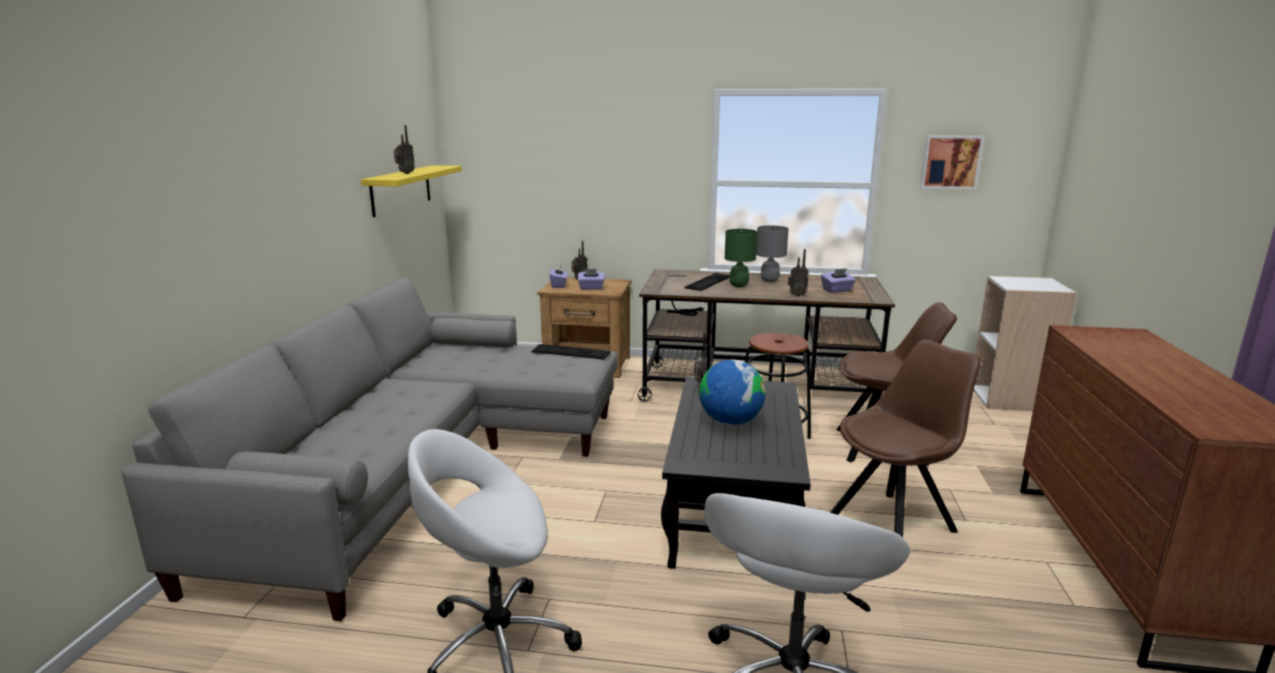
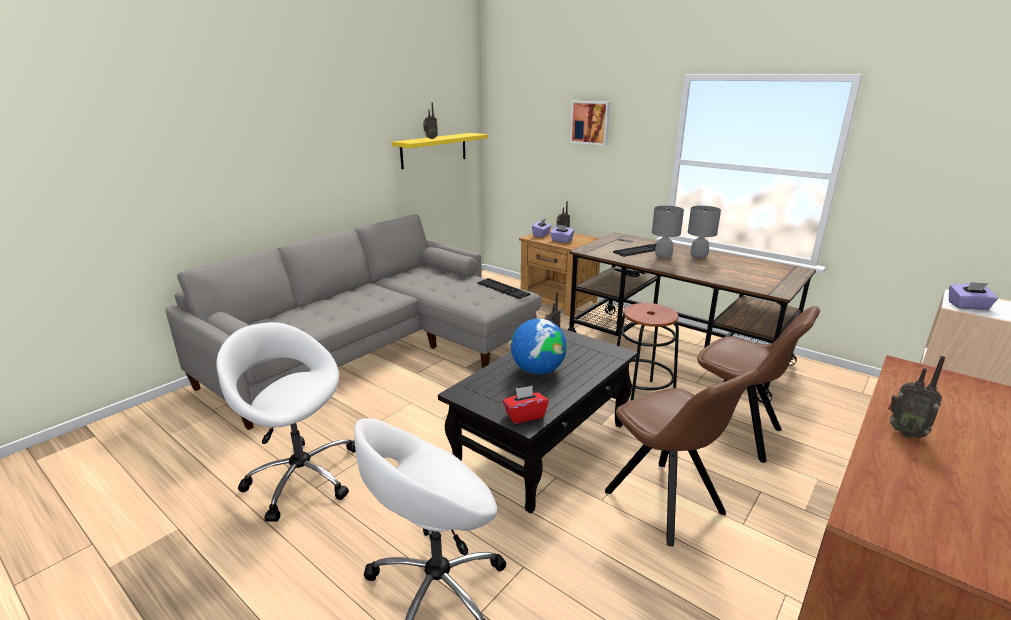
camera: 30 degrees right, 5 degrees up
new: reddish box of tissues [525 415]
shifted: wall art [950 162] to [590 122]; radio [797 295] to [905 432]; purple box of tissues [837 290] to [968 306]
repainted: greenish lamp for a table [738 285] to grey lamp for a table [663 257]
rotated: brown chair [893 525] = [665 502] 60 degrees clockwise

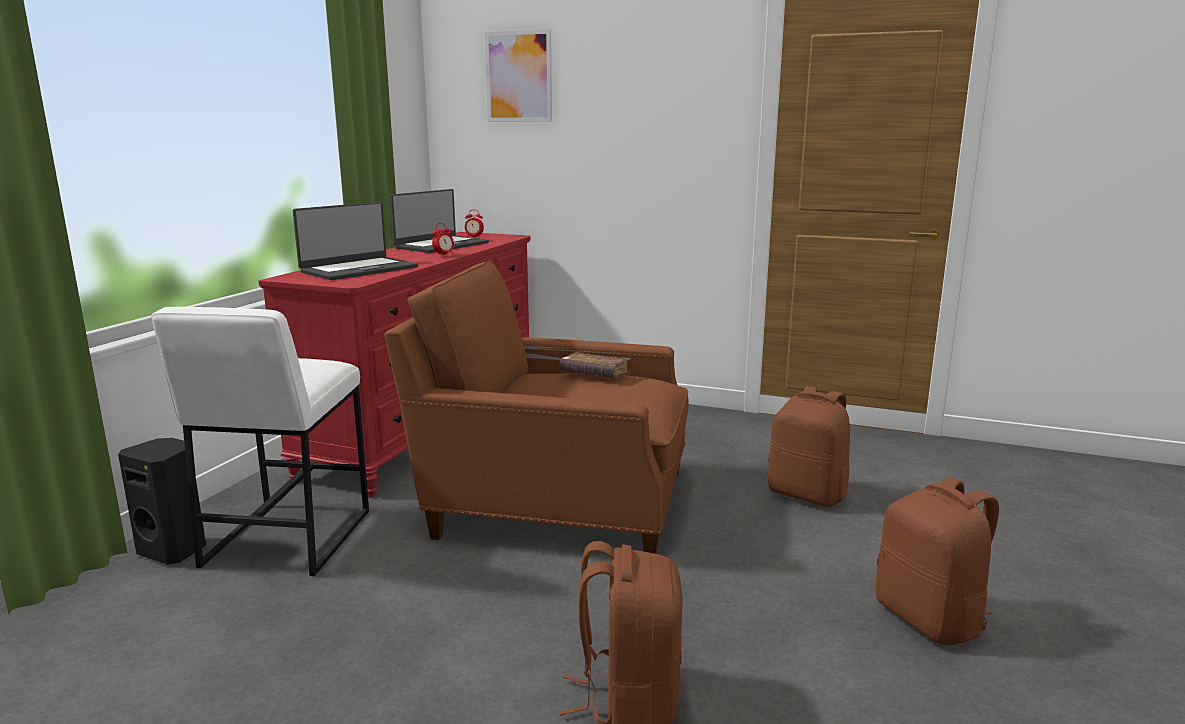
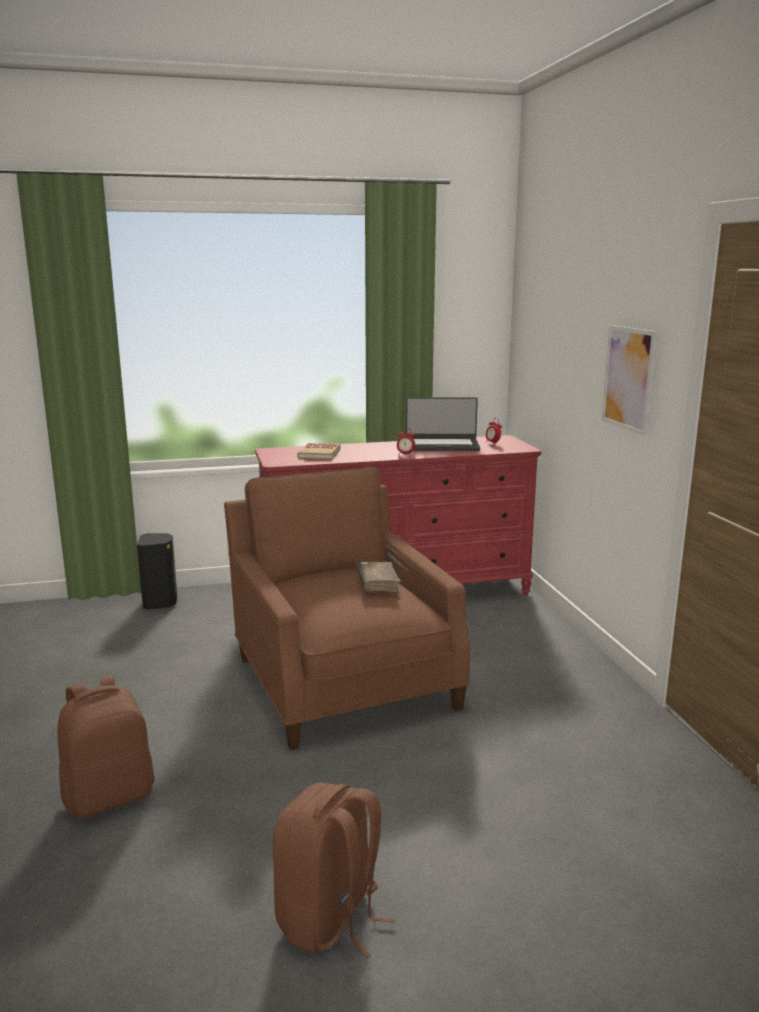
camera: 55 degrees right, 0 degrees up
gone: whitish chair [286 539]; brown backpack [807 494]
shifted: wall art [518 77] to [628 378]
swapped: notebook computer [358 269] to volume [319 453]

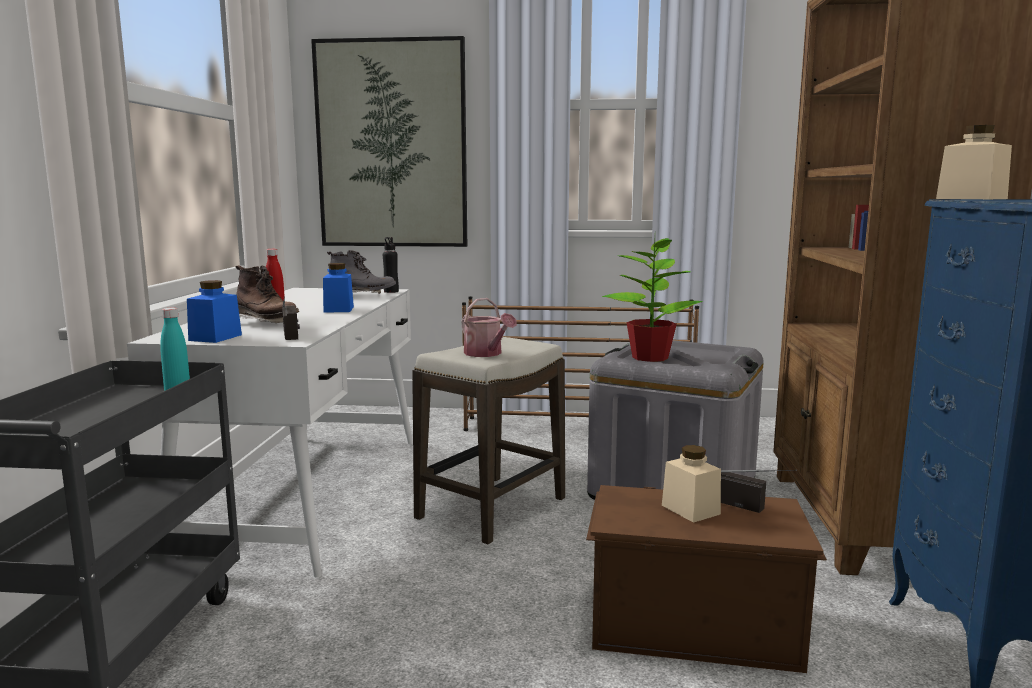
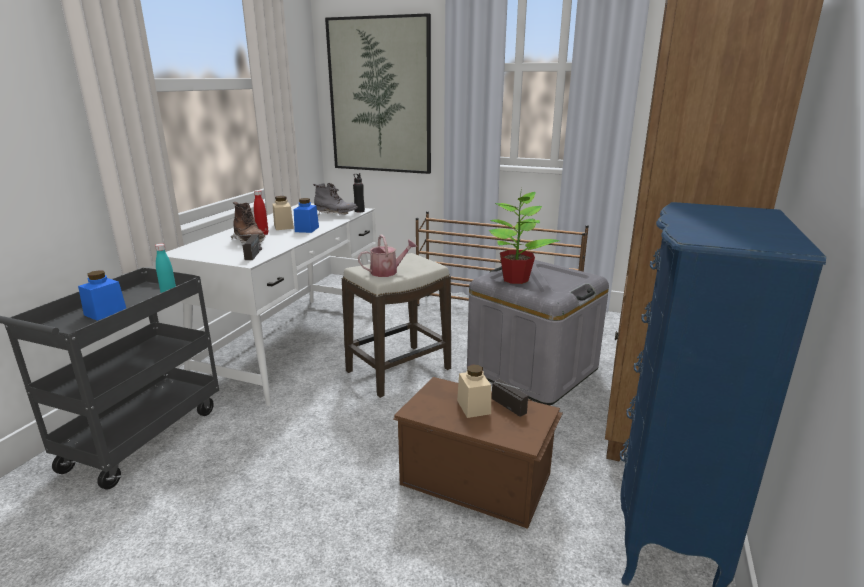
camera: 15 degrees right, 10 degrees up
shifted: beige preserve jar [971 198] to [283 226]; bluish preserve jar [215 338] to [105 312]
rotated: watering pot [486 354] = [388 272] 90 degrees counterclockwise

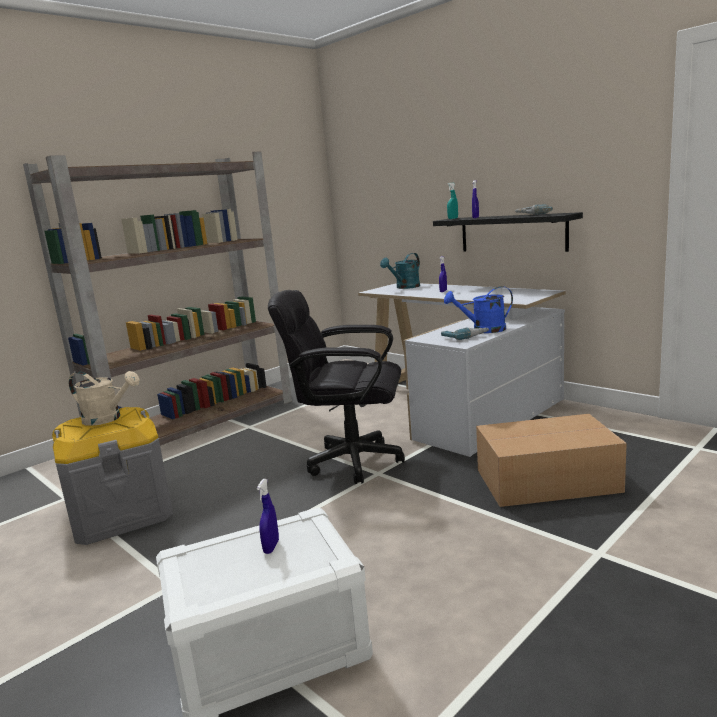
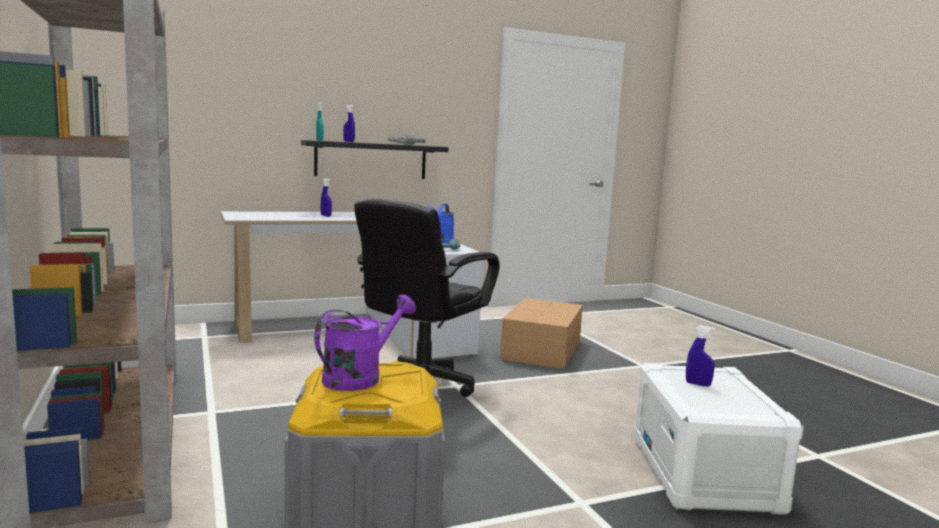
camera: 70 degrees left, 5 degrees down
gone: turquoise-coloured watering pot [405 287]
repainted: beige watering pot [108 419] to purple watering pot [360 377]

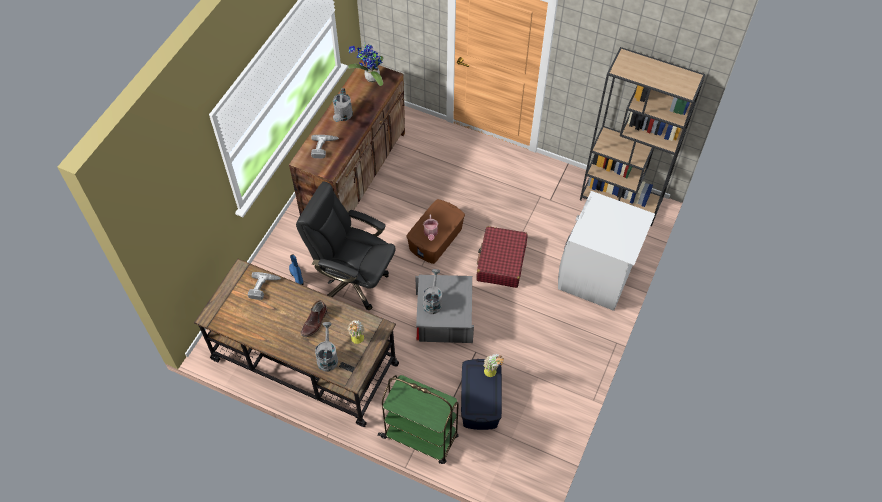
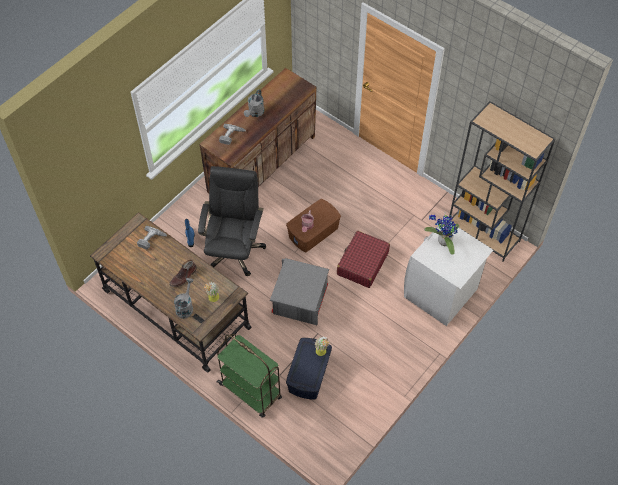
camera: 15 degrees right, 0 degrees up
gone: grey watering pot [432 301]
shifted: houseplant [370 78] to [442 241]
rotated: blackish office chair [353 282] = [234 253] 60 degrees clockwise

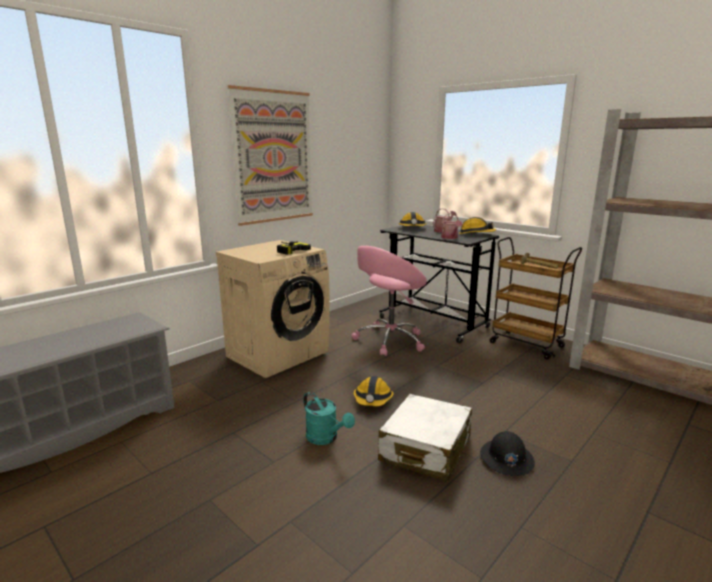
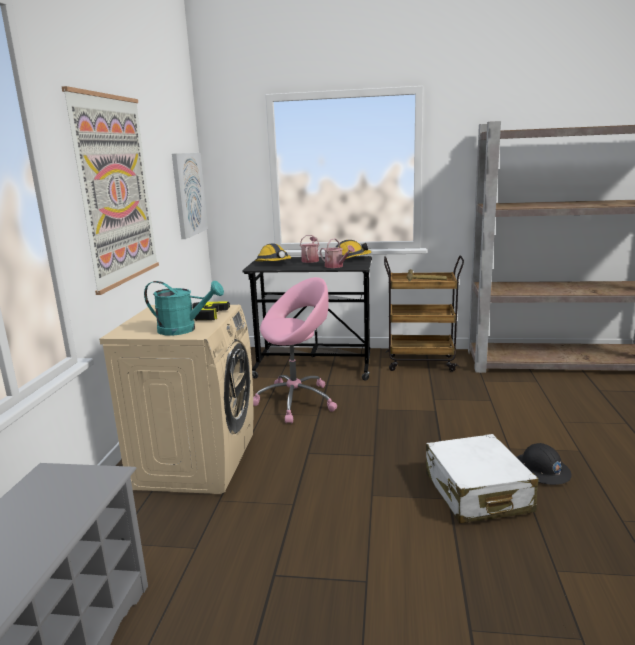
camera: 35 degrees left, 0 degrees up
gone: safety helmet [373 400]
new: wall art [188 194]
shifted: turquoise-coloured watering pot [326 438] to [184 329]
rotated: pinkish office chair [388 341] = [297 400] 120 degrees counterclockwise

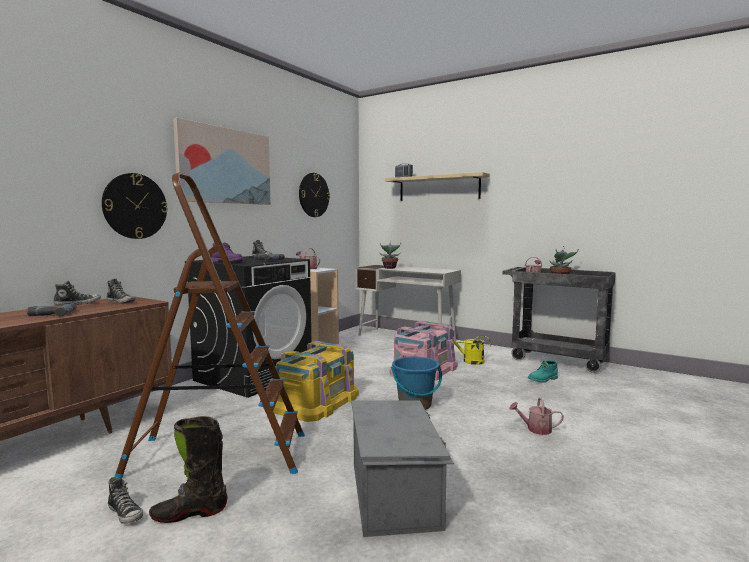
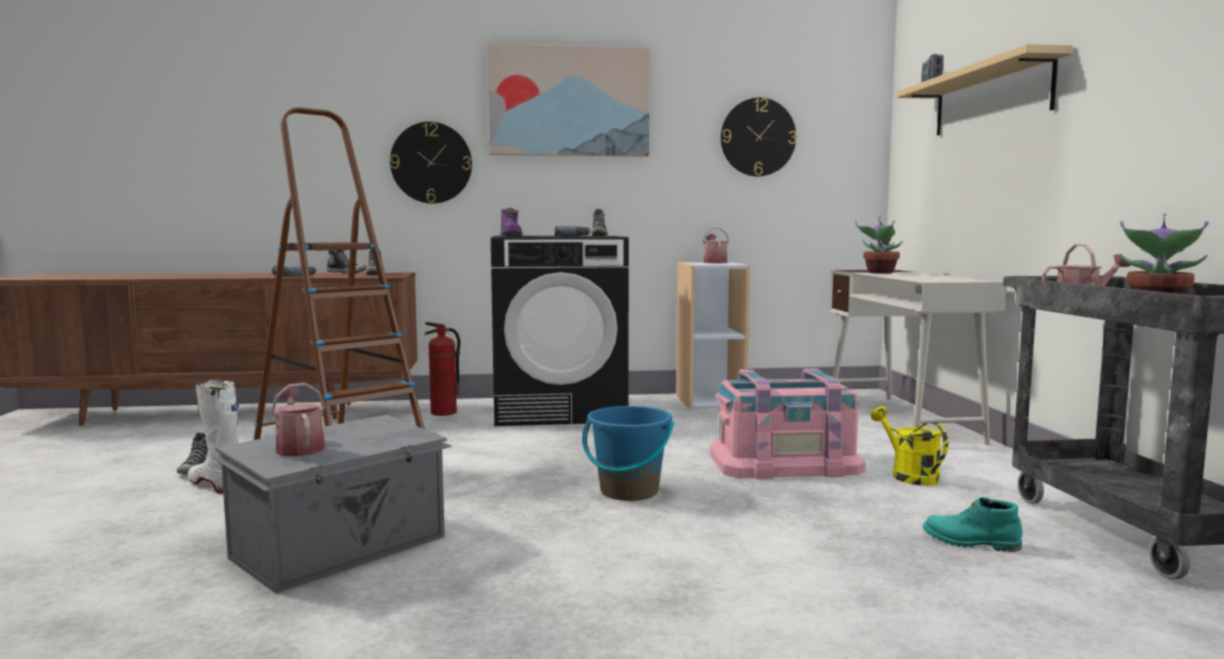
camera: 50 degrees right, 0 degrees up
gone: yellow storage container [316 401]
new: fire extinguisher [443 413]
shifted: watering pot [535 429] to [299 448]
repainted: blackish high-top boot [189 513] to whitish high-top boot [216 486]

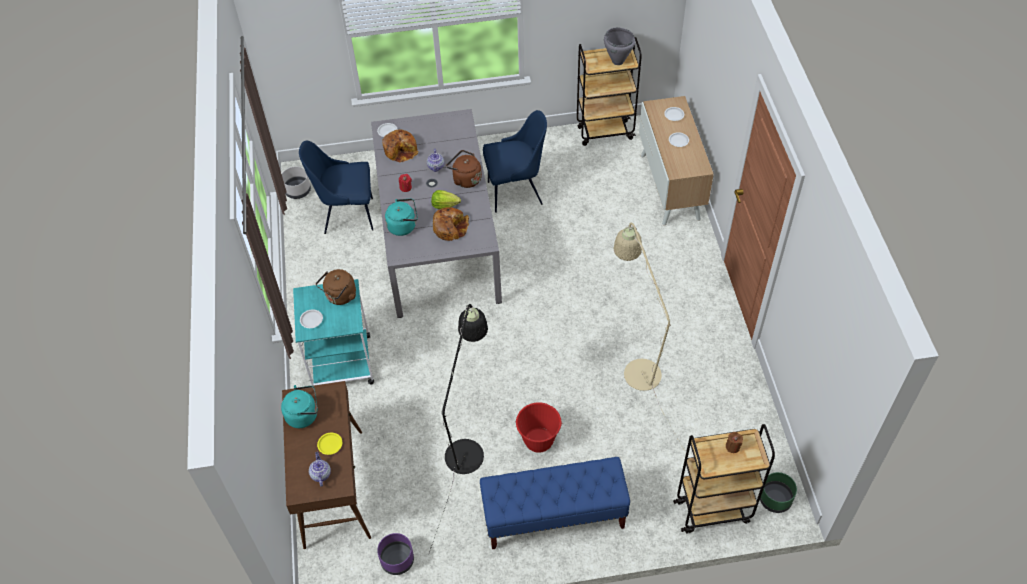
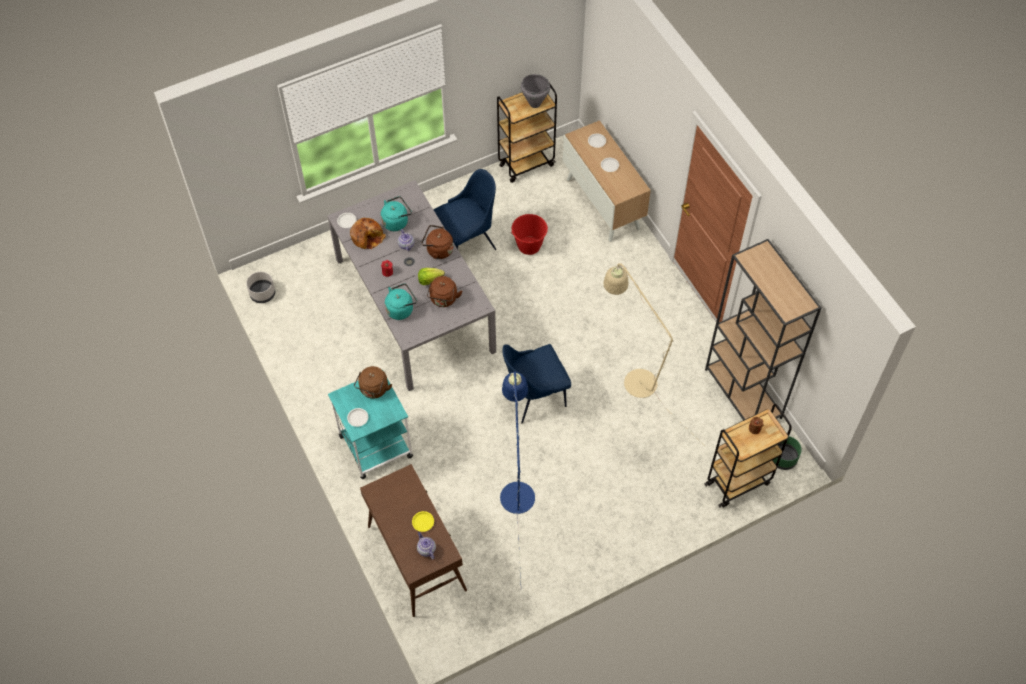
camera: 20 degrees left, 5 degrees up
gone: bluish long seat [553 516]; purple plant pot [397 560]
new: bookshelf [743 394]
shifted: bluish chair [348 216] to [535 398]; turquoise-coloured tea kettle [304 415] to [396 221]; reddish water bucket [538 440] to [529 246]
swapped: baked bread [450 227] to brown tea kettle [443 300]
repainted: blackish standing lamp [467 447] to bluish standing lamp [516 488]

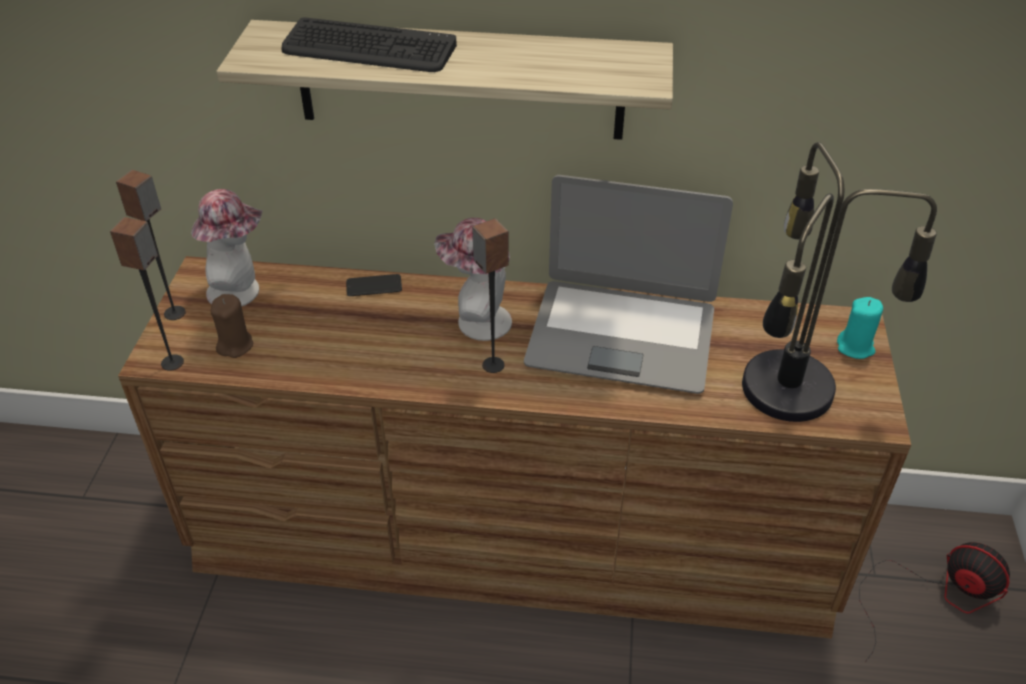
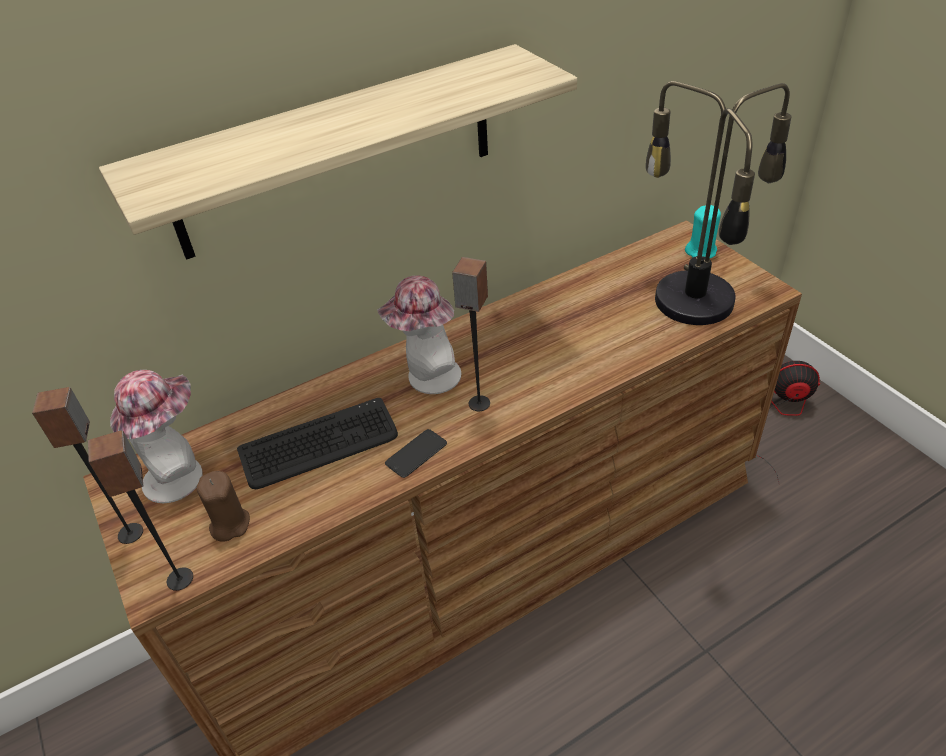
camera: 35 degrees left, 0 degrees up
gone: notebook computer [621 335]
shifted: computer keyboard [368 48] to [319 445]; telephone [374 286] to [416 454]

